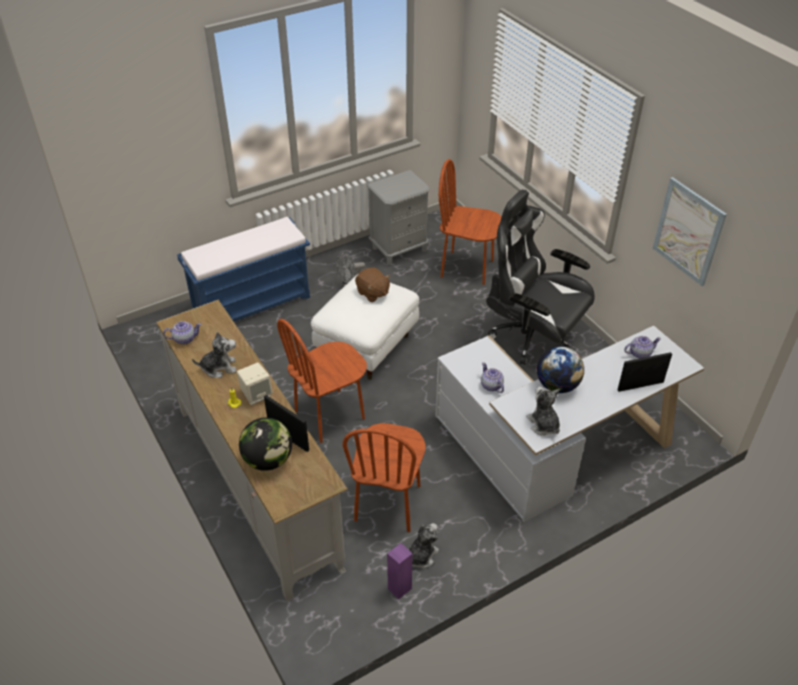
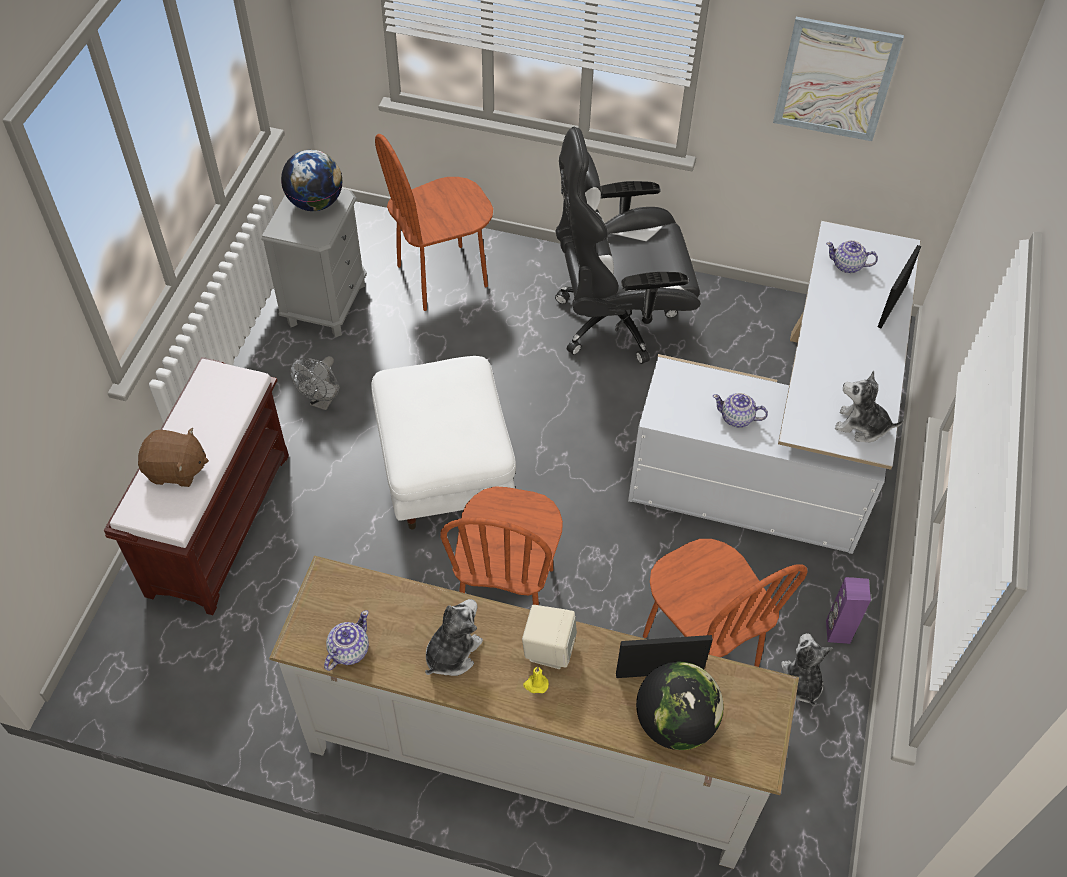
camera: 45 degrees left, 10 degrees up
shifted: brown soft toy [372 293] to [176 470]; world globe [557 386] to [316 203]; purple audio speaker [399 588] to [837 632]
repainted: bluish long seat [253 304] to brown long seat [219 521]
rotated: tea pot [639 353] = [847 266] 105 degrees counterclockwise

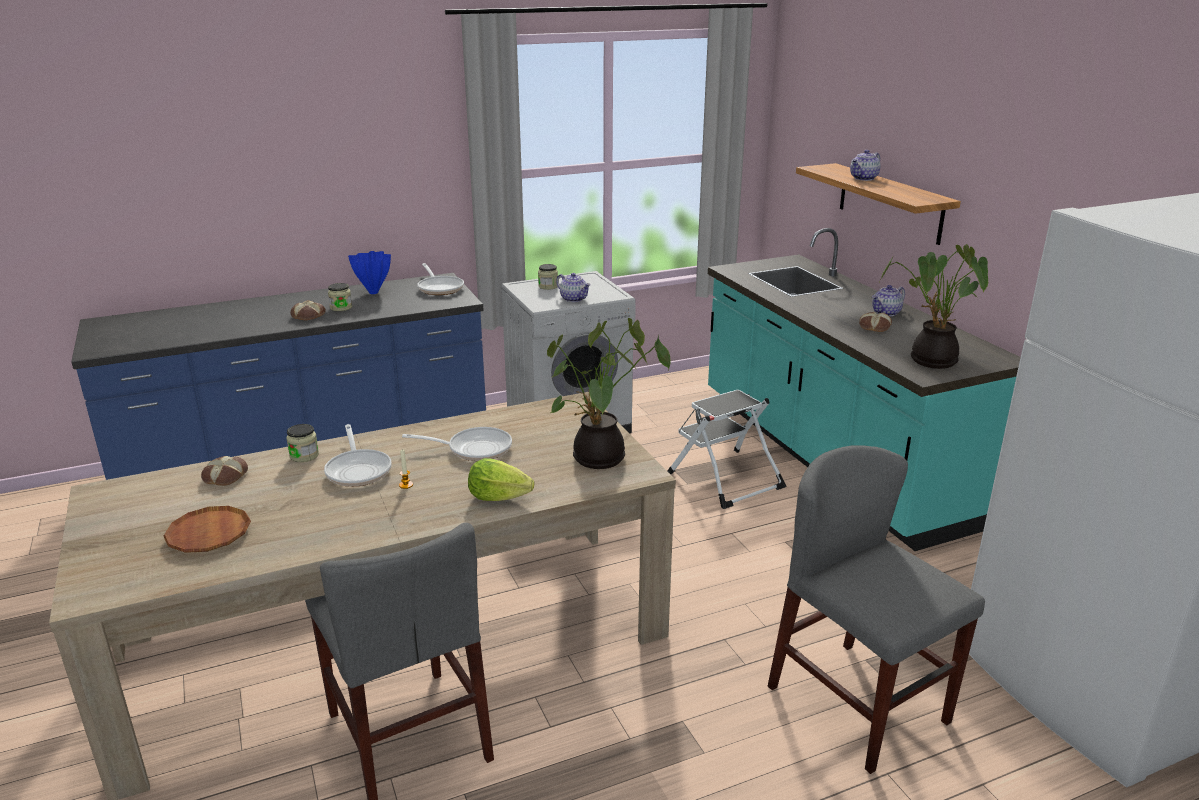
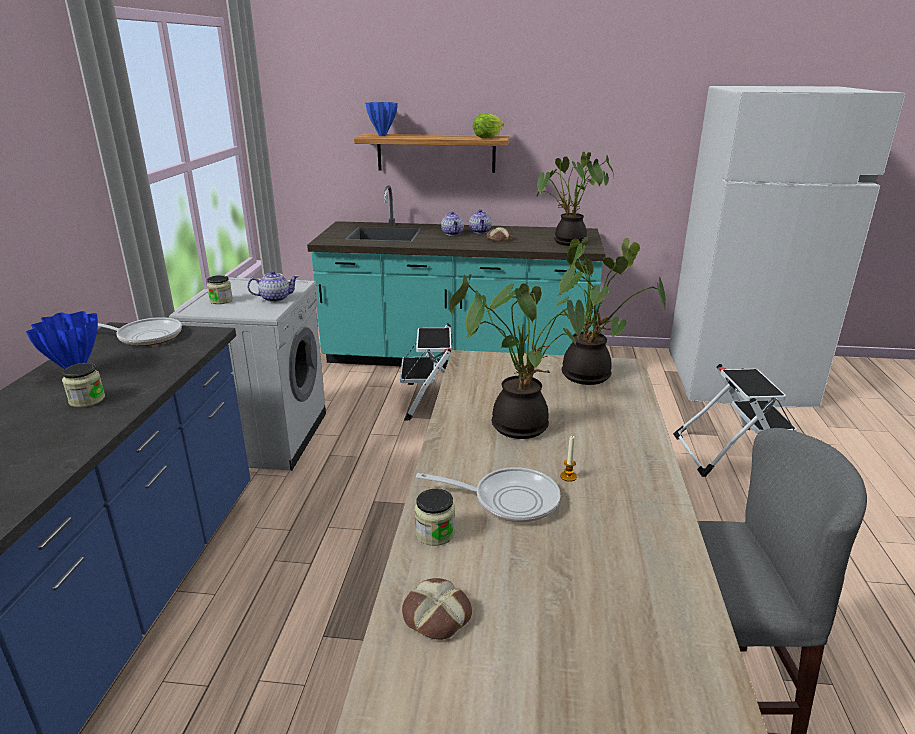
camera: 60 degrees left, 0 degrees up
gone: baked bread [309 316]; brown dinner plate [209 534]
new: bluish decorative vase [383 135]
shifted: tea pot [864 178] to [453 233]; lettuce [498 497] to [487 137]
swapped: pan [474 449] to houseplant [518 423]; grey chair [858 704] to step ladder [730 452]

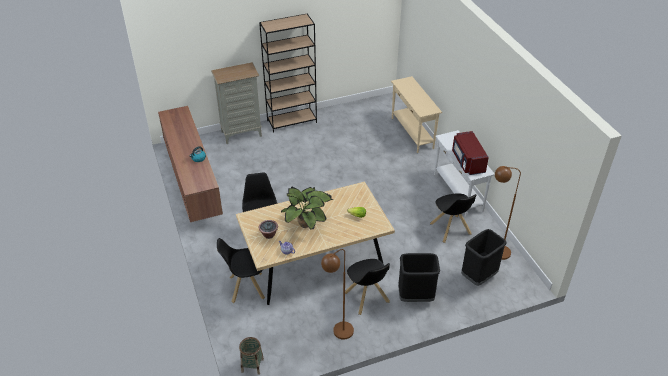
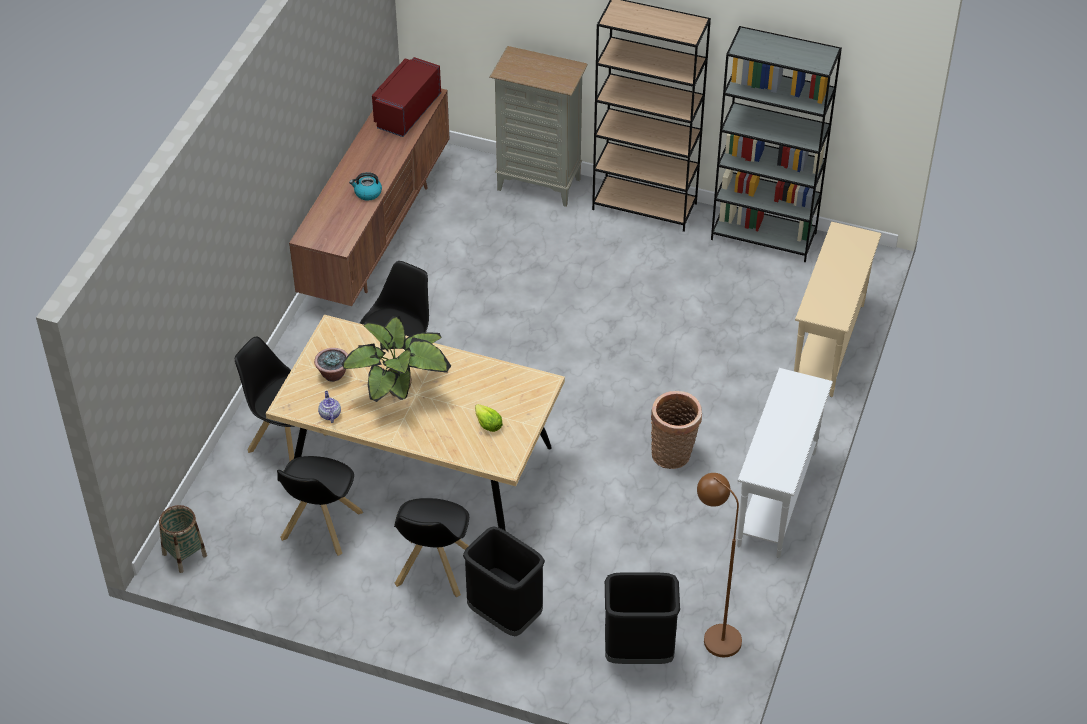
camera: 40 degrees right, 5 degrees up
gone: brown standing lamp [338 335]
new: grey bookshelf [764 236]; household basket [673 455]
shifted: reddish microwave [467 162] to [406 111]; blackish chair [451 229] to [320 527]

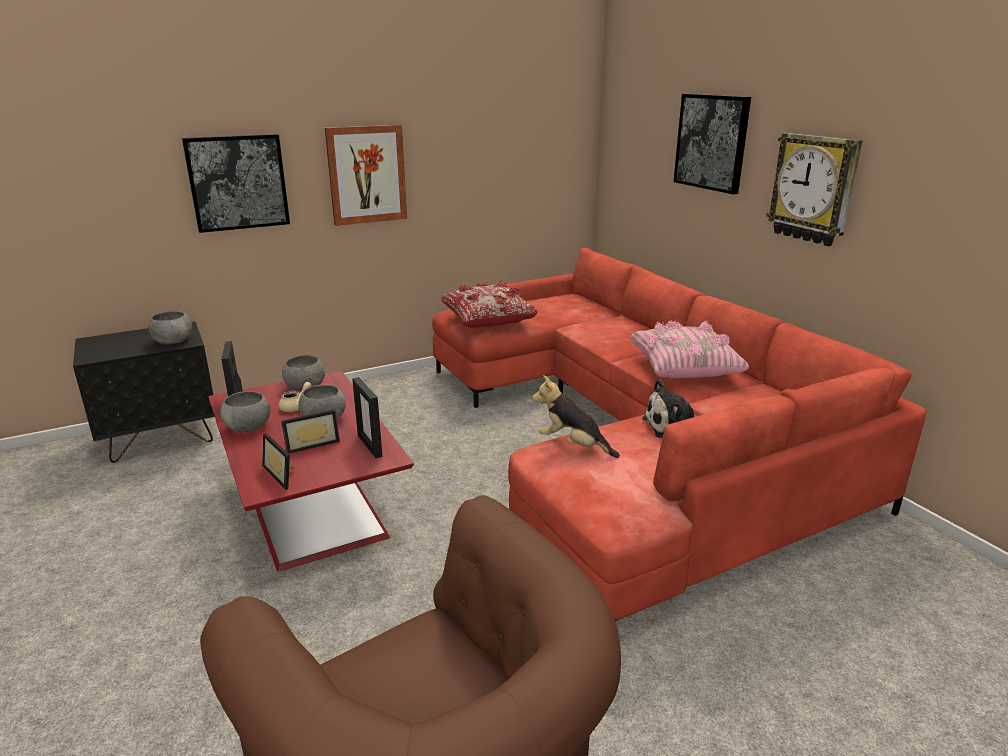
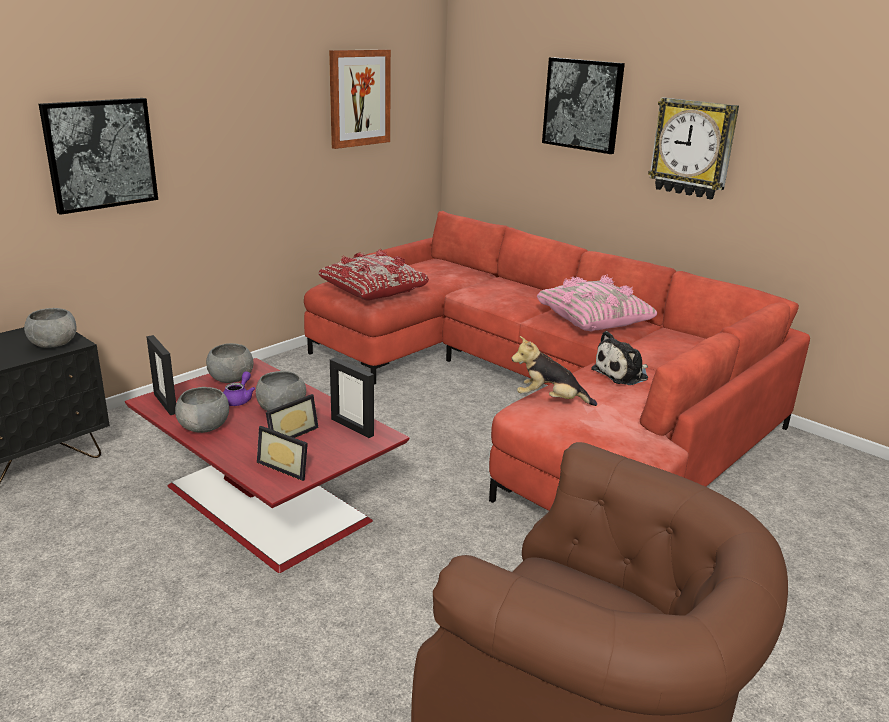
camera: 20 degrees left, 0 degrees up
shifted: wall art [367 175] to [359 98]
repainted: beige tea pot [296 406] to purple tea pot [239 399]

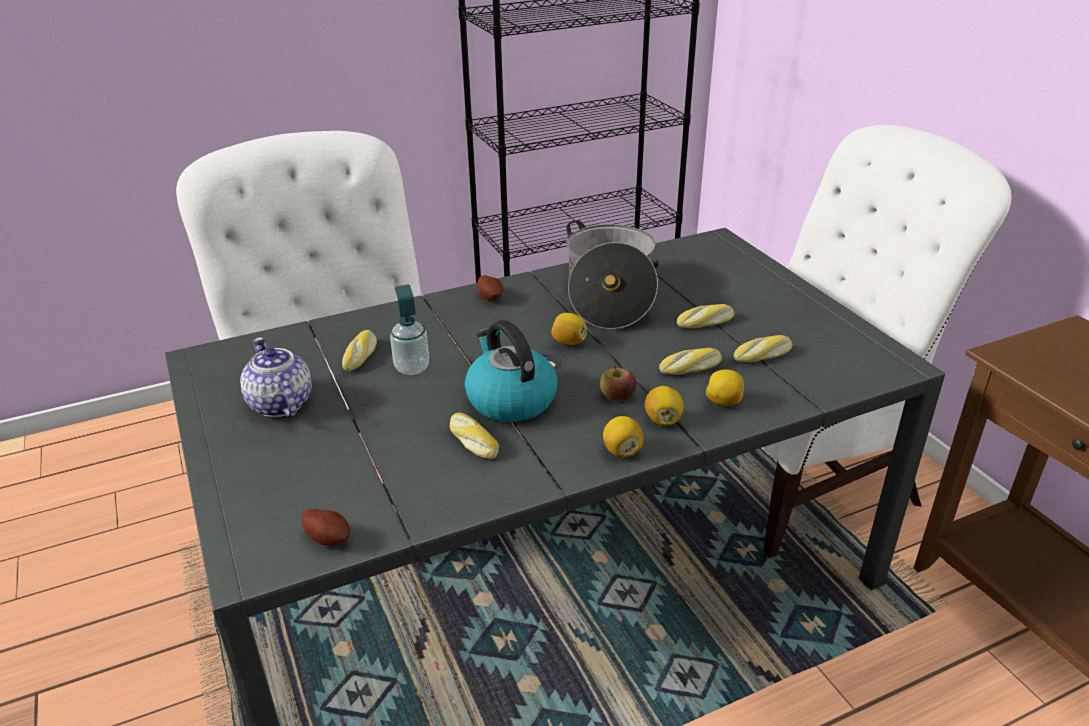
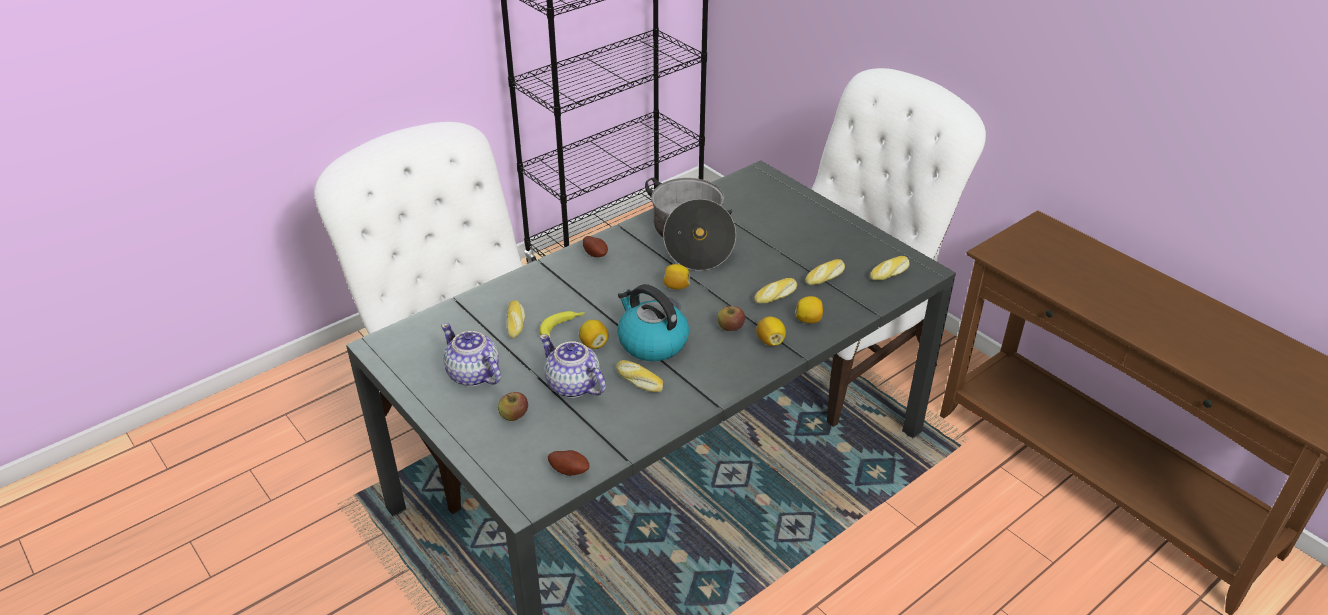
camera: 15 degrees left, 5 degrees up
new: tea pot [573 386]; apple fruit [514 415]
shifted: baked bread [706 323] to [890 273]; citrus fruit [622 451] to [593 344]
swapped: liquid soap bottle [412 368] to banana [562 327]

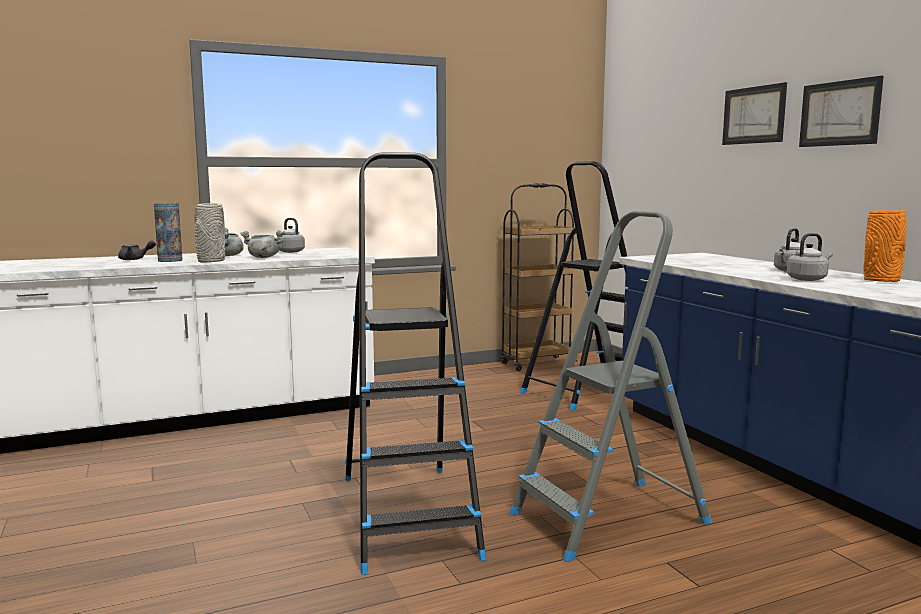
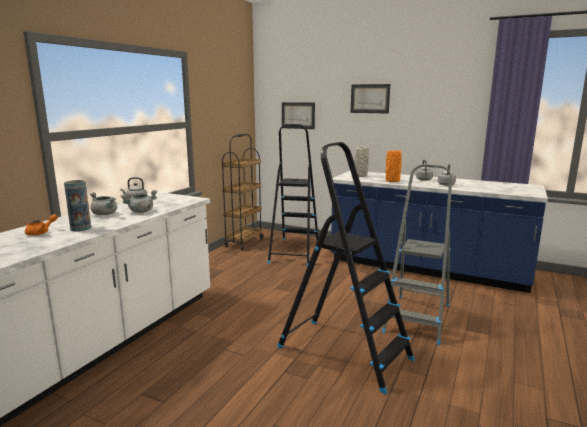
camera: 40 degrees left, 5 degrees up
shifted: wall art [839 113] to [298 115]; grey decorative vase [210 261] to [360 175]; orange decorative vase [882 280] to [392 181]
repainted: grey tea pot [135 259] to orange tea pot [41 233]

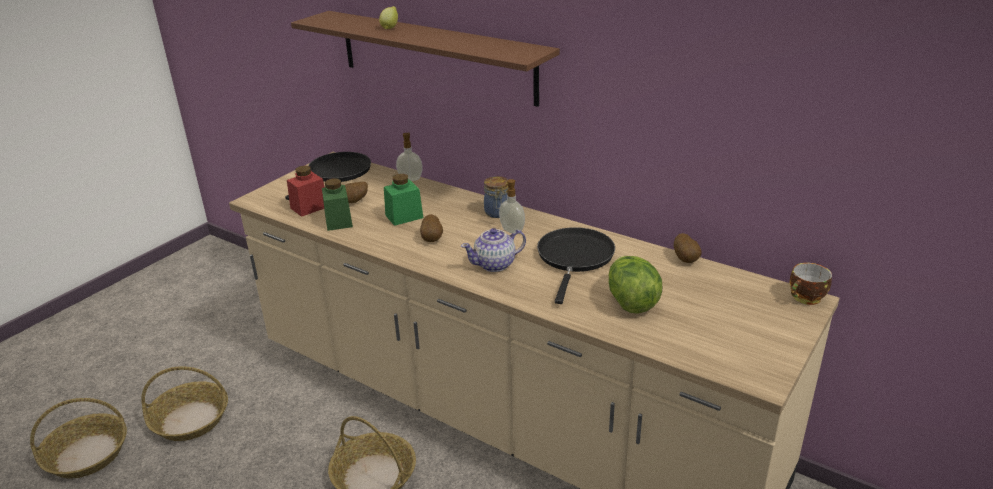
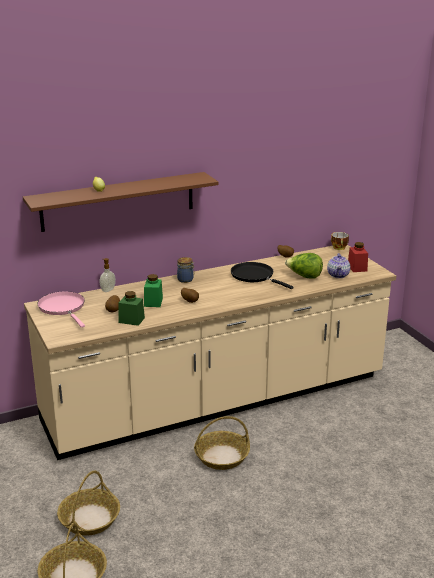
camera: 60 degrees left, 5 degrees down
gone: liquid soap bottle [511 231]
shifted: reddish preserve jar [309 207] to [357 268]; tea pot [495 264] to [338 275]
repainted: blackish pan [337 173] to pinkish pan [63 308]

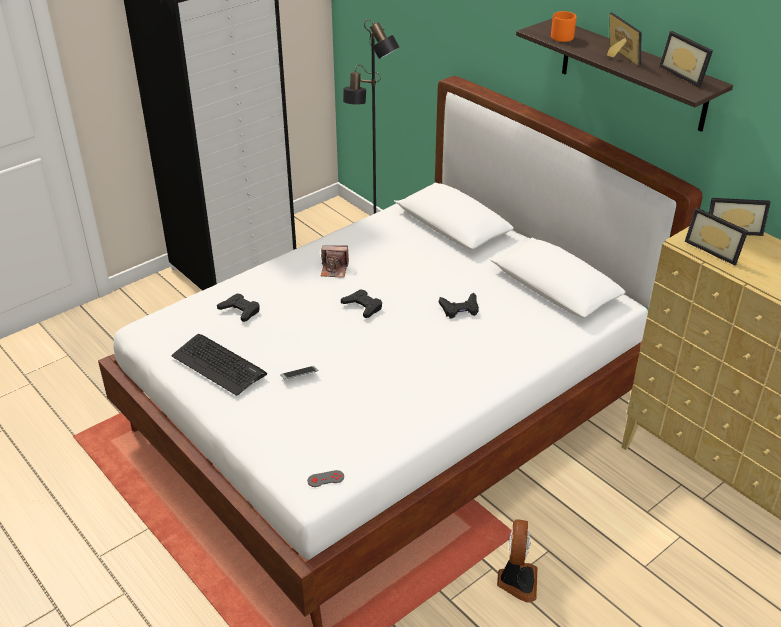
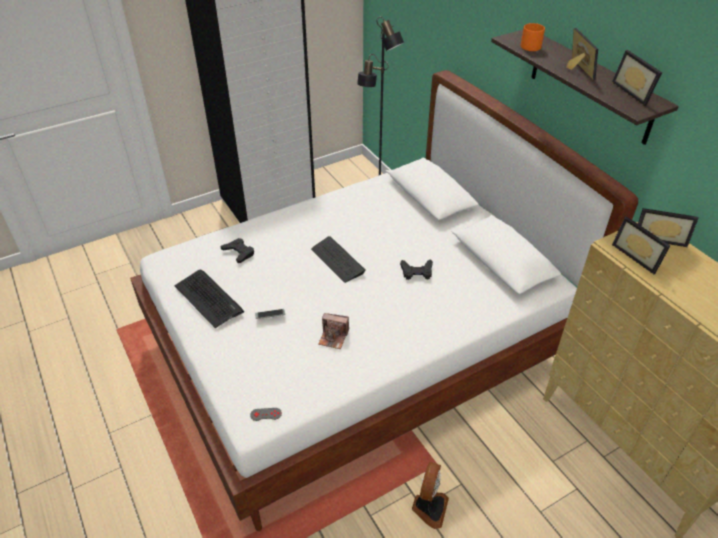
camera: 10 degrees right, 5 degrees up
shifted: still camera [334 269] to [333 337]
swapped: blackish joypad [363 306] to computer keyboard [337 260]

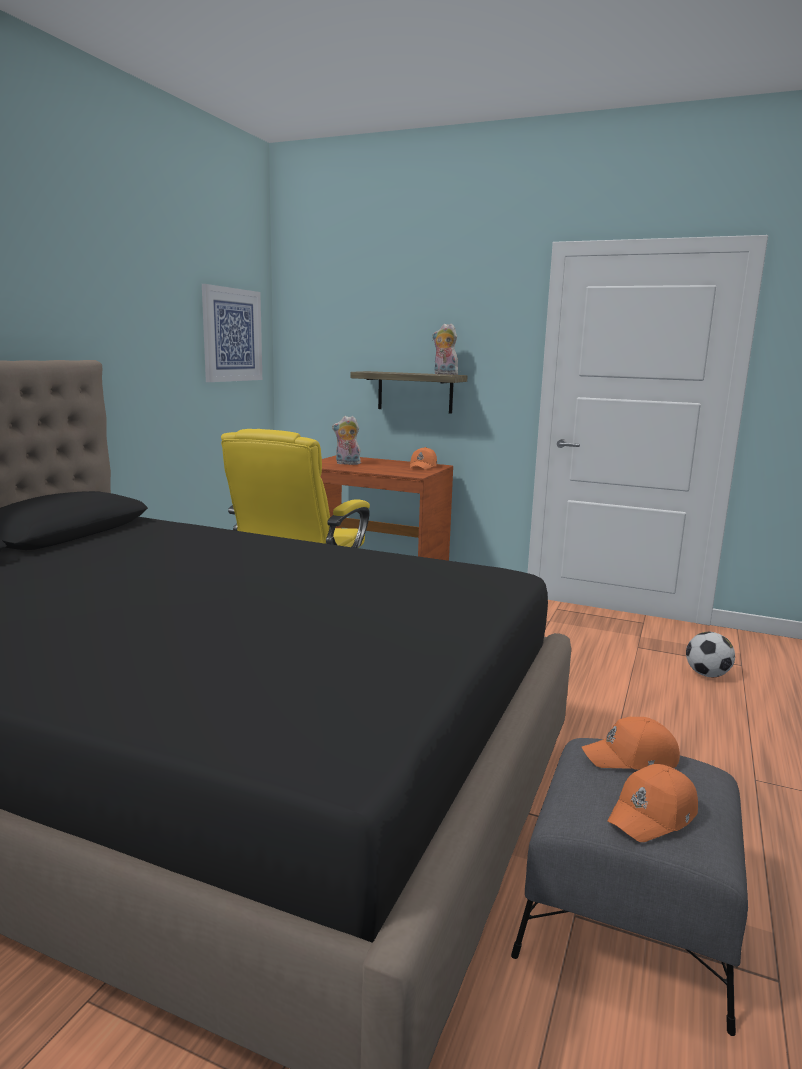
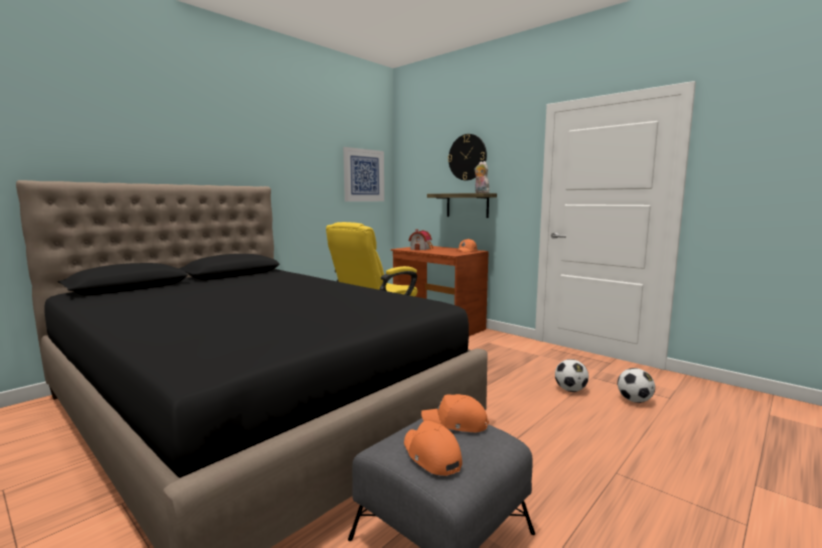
camera: 20 degrees right, 5 degrees down
new: hanging clock [467 157]; football ball [570 390]
swapped: soft toy [347 464] to model house [421 249]
rotated: orange peaked cap [653 815] = [431 455] 75 degrees clockwise

